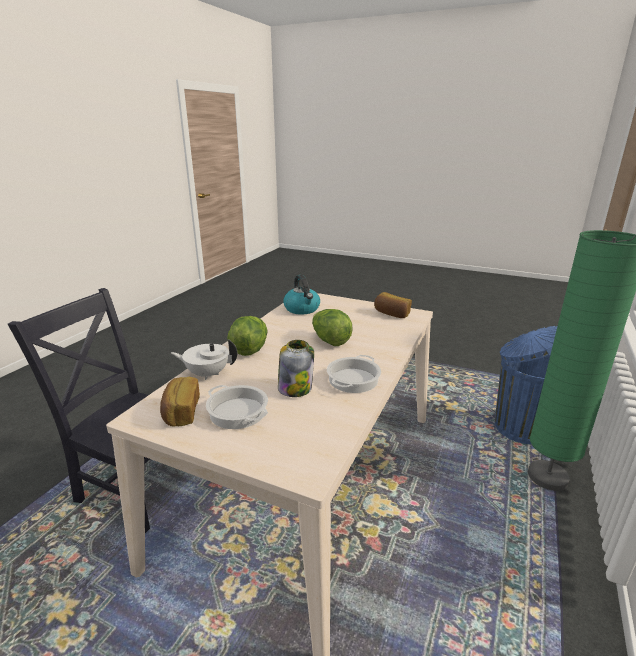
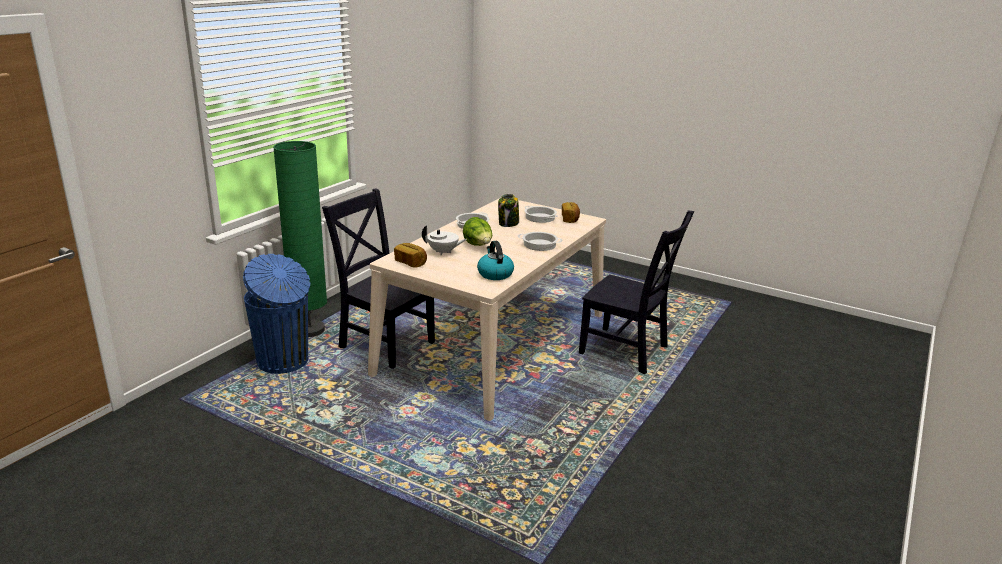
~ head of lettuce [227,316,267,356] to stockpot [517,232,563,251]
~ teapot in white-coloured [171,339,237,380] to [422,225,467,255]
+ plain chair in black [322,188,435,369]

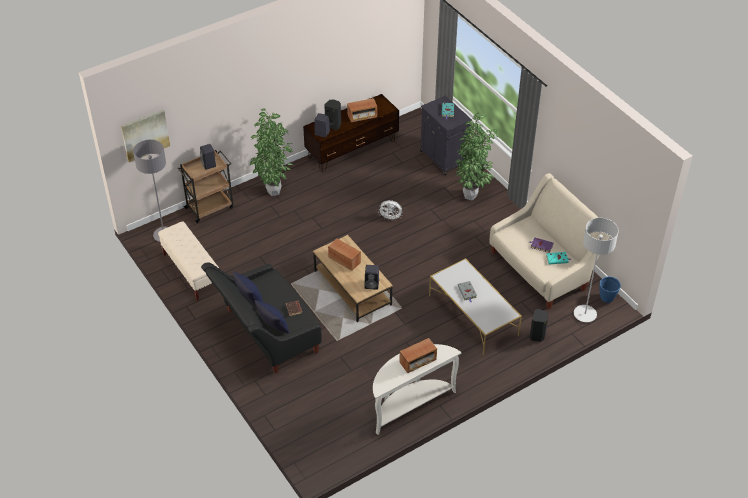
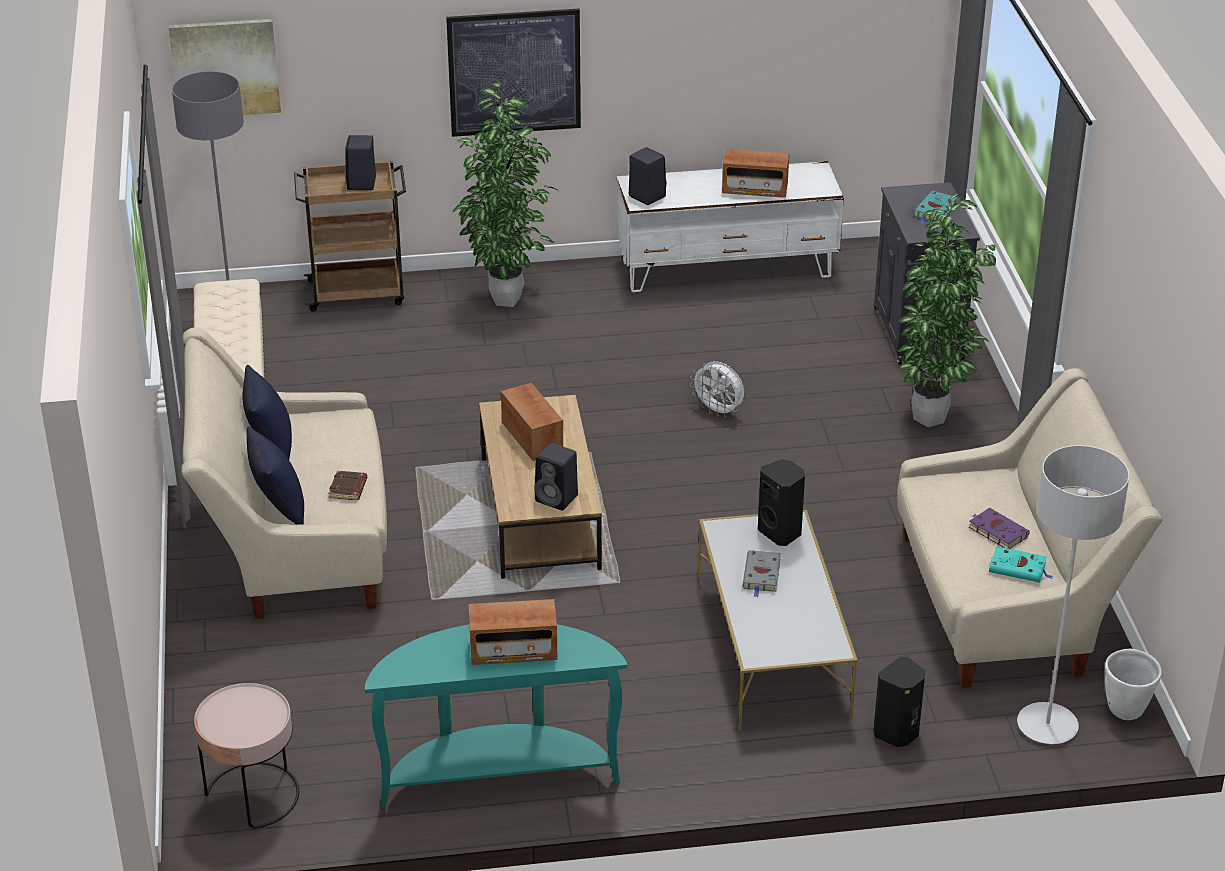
~ media console in brownish [303,94,399,172] to media console in white-coloured [617,161,844,292]
~ loudspeaker in black [324,99,341,130] to [758,459,805,546]
~ couch in black [201,262,321,374] to couch in beige-coloured [182,328,387,619]
~ flower pot in blue-coloured [599,276,621,303] to flower pot in white-coloured [1105,649,1162,720]
~ narrow table in white-coloured [373,344,461,435] to narrow table in blue-green [365,624,627,808]
+ picture [446,9,581,137]
+ accent table in pinkish [194,683,299,829]

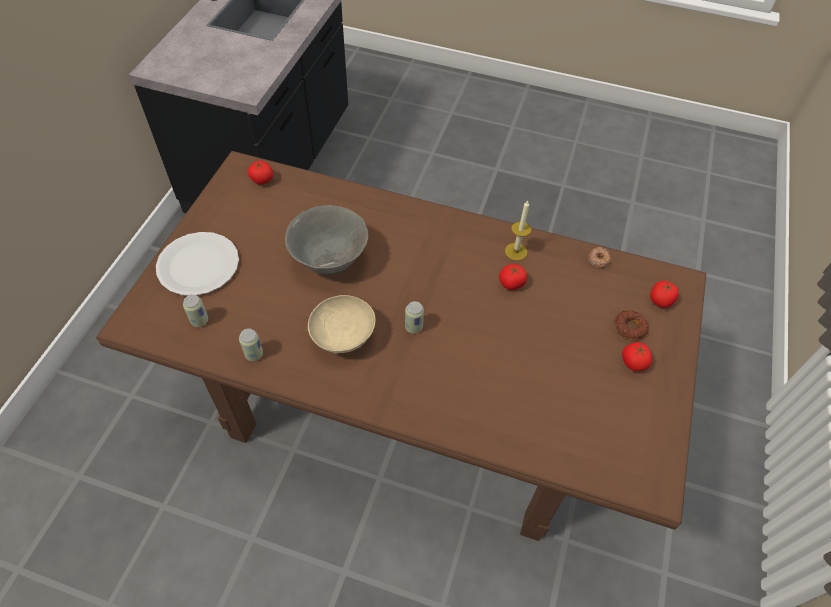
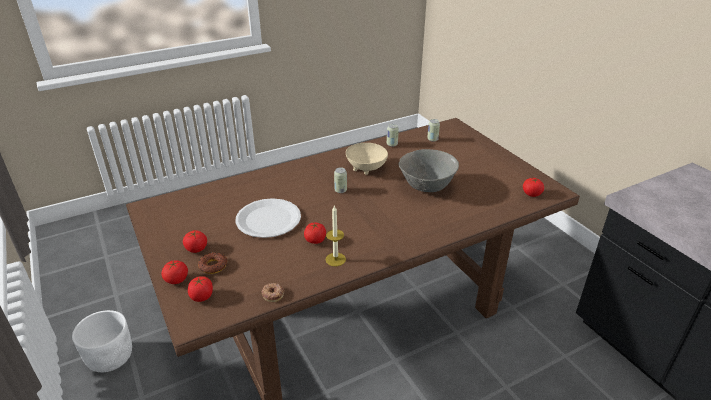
~ dinner plate in white-coloured [156,232,239,296] to [235,198,301,238]
+ fresh tomato [162,260,188,284]
+ flower pot in white-coloured [72,310,132,372]

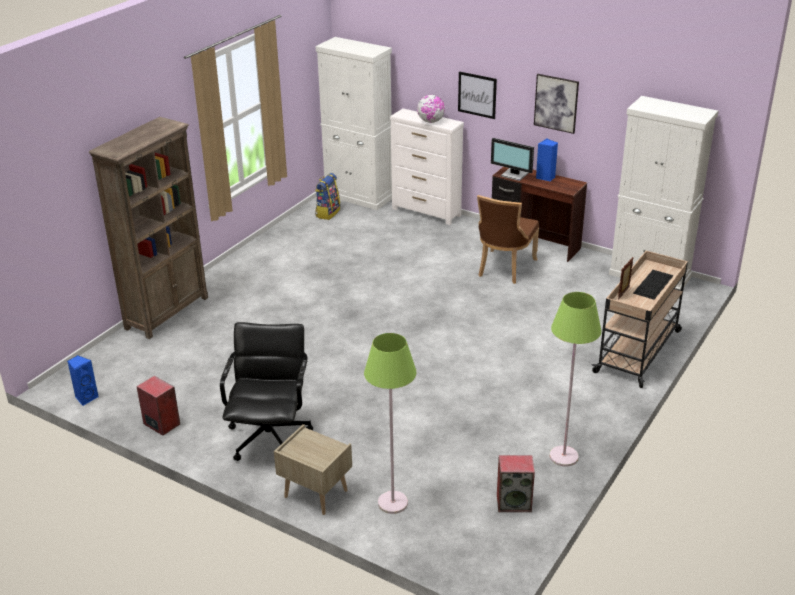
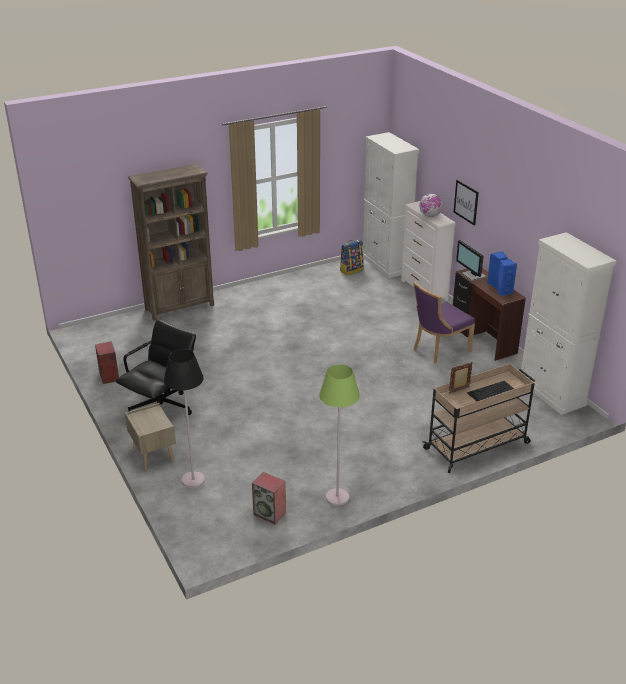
- picture [534,74,579,134]
~ plain chair in brownish [477,195,539,284] to plain chair in purplish [413,282,475,364]
~ standard lamp in greenish [364,333,417,514] to standard lamp in black [164,349,205,488]
~ loudspeaker in blue-coloured [67,355,99,406] to [497,259,517,296]

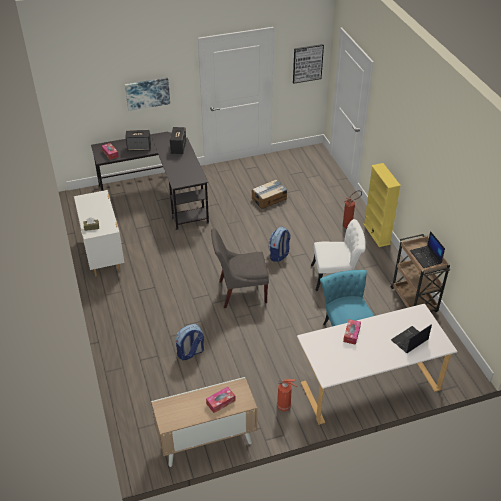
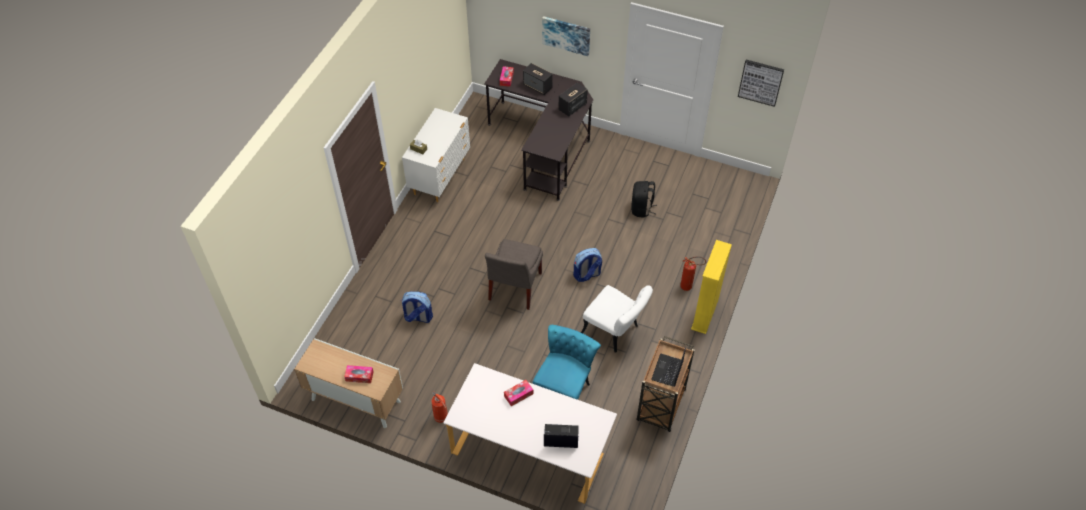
~ carton [252,179,288,209] to backpack in black [631,181,657,217]
~ plain chair in greyish [211,228,269,308] = [485,239,543,310] 105 degrees counterclockwise

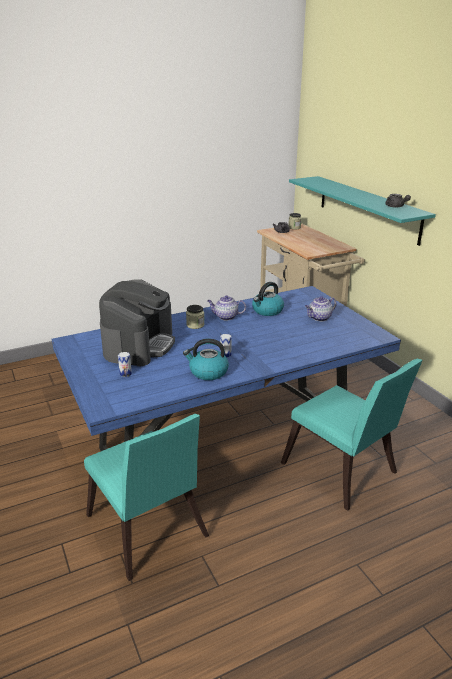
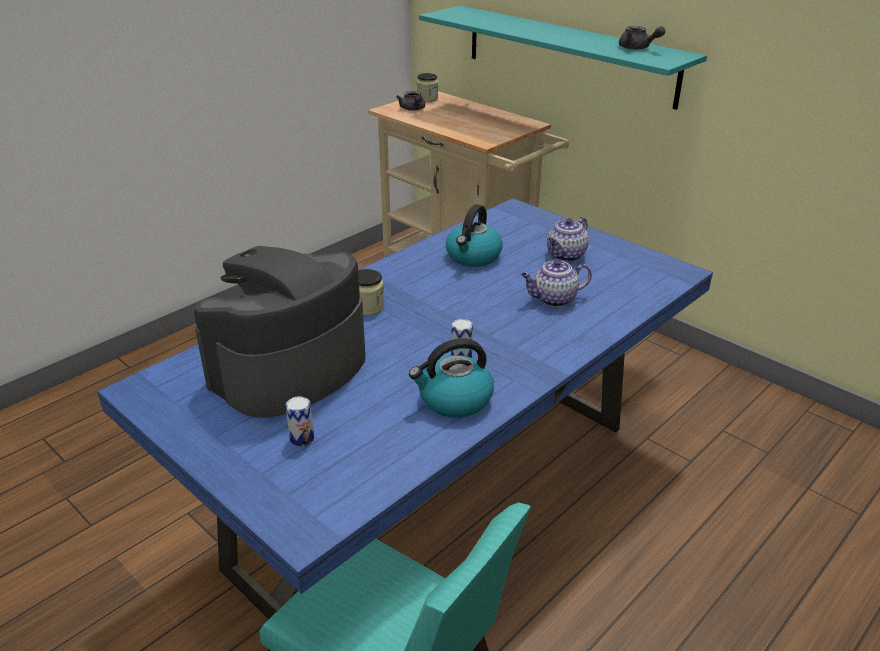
~ coffee brewer [99,279,175,366] = [194,246,366,417] 135 degrees counterclockwise
~ teapot [207,295,246,320] to [521,259,592,307]
- plain chair in blue-green [281,359,423,511]

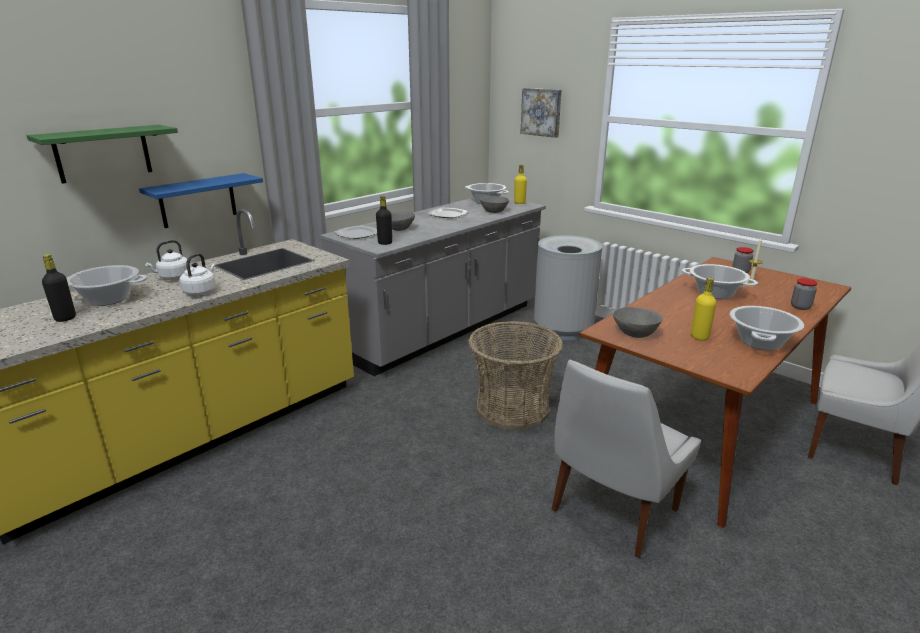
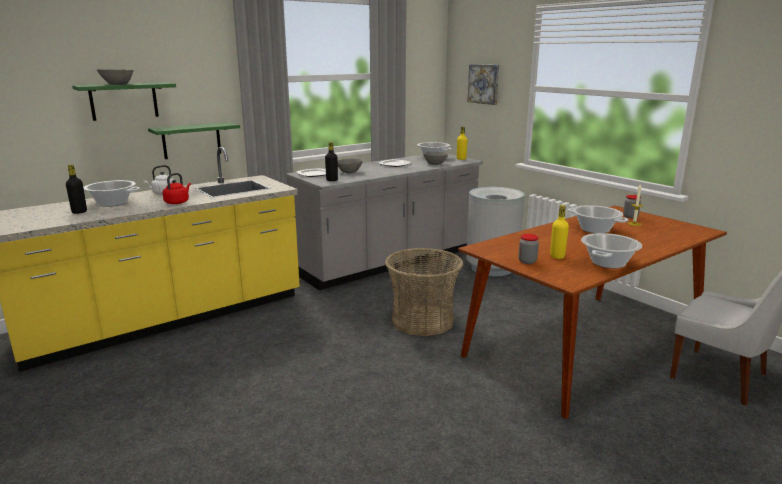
~ shelf in blue-coloured [139,173,263,228] to shelf in greenish [148,122,240,159]
~ kettle in white-coloured [179,253,216,296] to kettle in reddish [162,173,191,204]
~ preserve jar [791,278,817,310] to [518,234,539,264]
~ deep dish in greyish [613,307,663,338] to [97,69,134,85]
- plain chair in white-coloured [552,360,701,558]

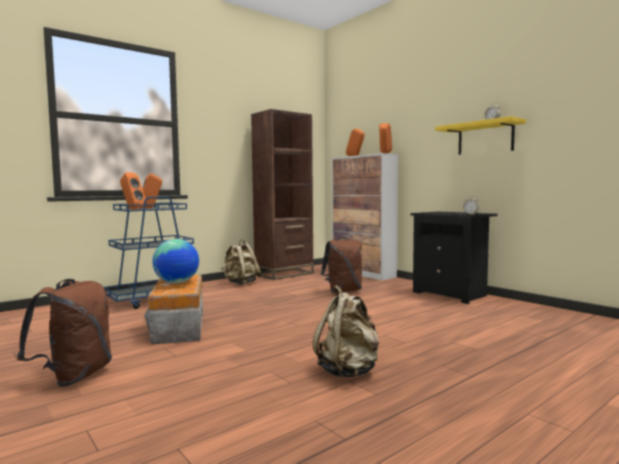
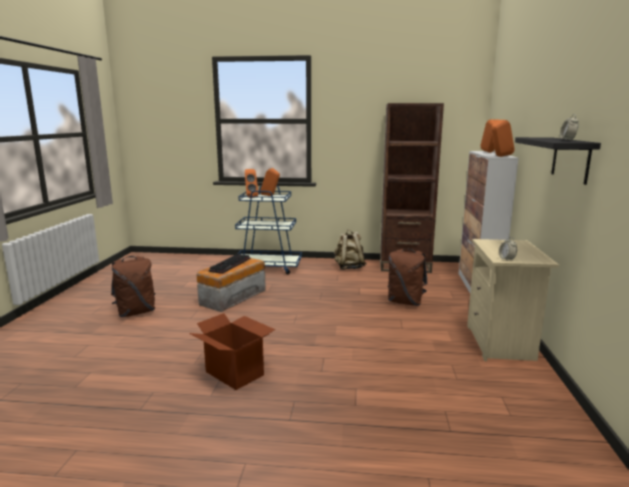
~ shelf in yellow [435,116,526,155] to shelf in black [515,137,601,185]
~ nightstand in black [411,211,498,304] to nightstand in beige-coloured [467,239,559,361]
~ world globe [152,239,199,284] to computer keyboard [209,254,250,274]
~ backpack in beige-coloured [313,285,379,377] to carton [189,313,275,390]

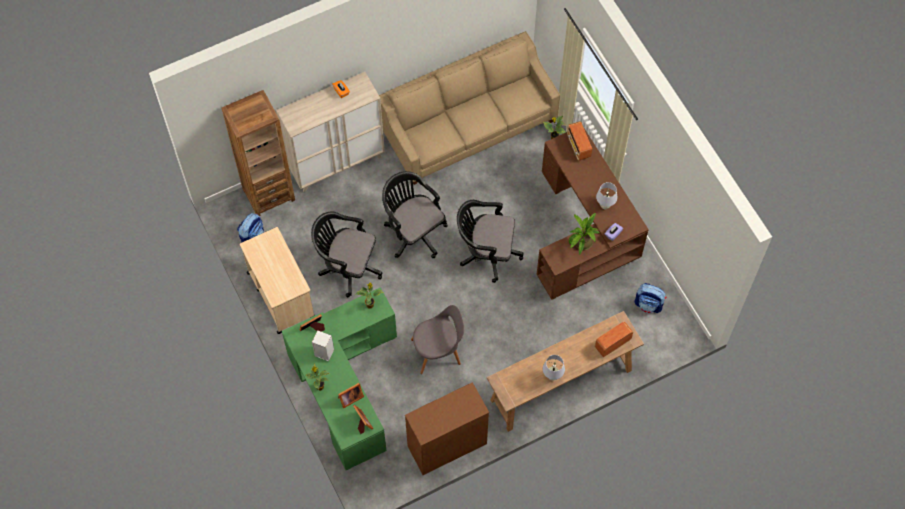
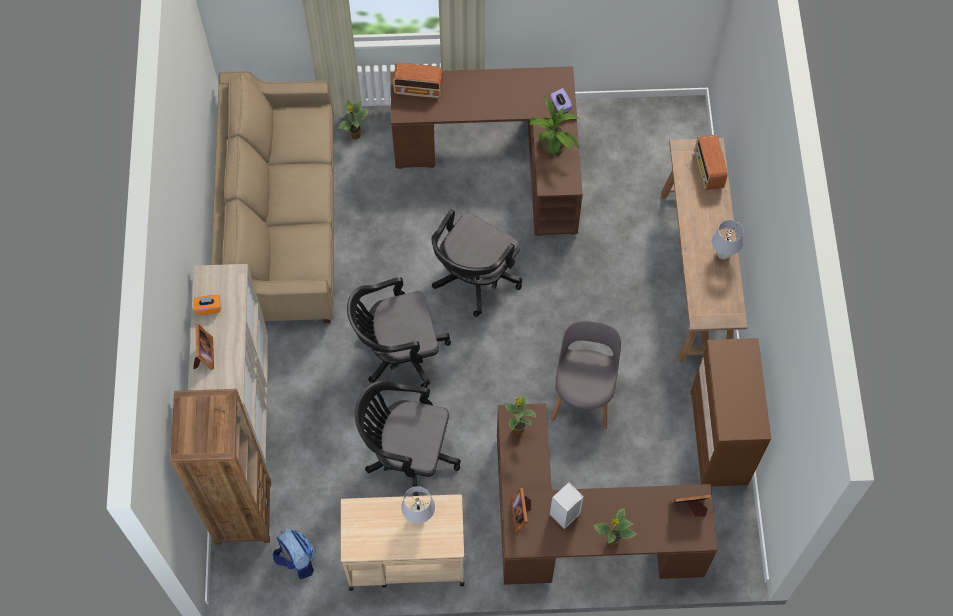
~ tabletop lamp in white-coloured [596,182,618,210] to [401,486,435,523]
~ computer chair in black [311,211,383,297] = [355,380,461,496] 60 degrees clockwise
- backpack [634,283,666,313]
~ desk in greenish [282,287,397,470] to desk in brownish [497,403,718,585]
~ photo frame [338,383,364,408] to [193,324,214,370]

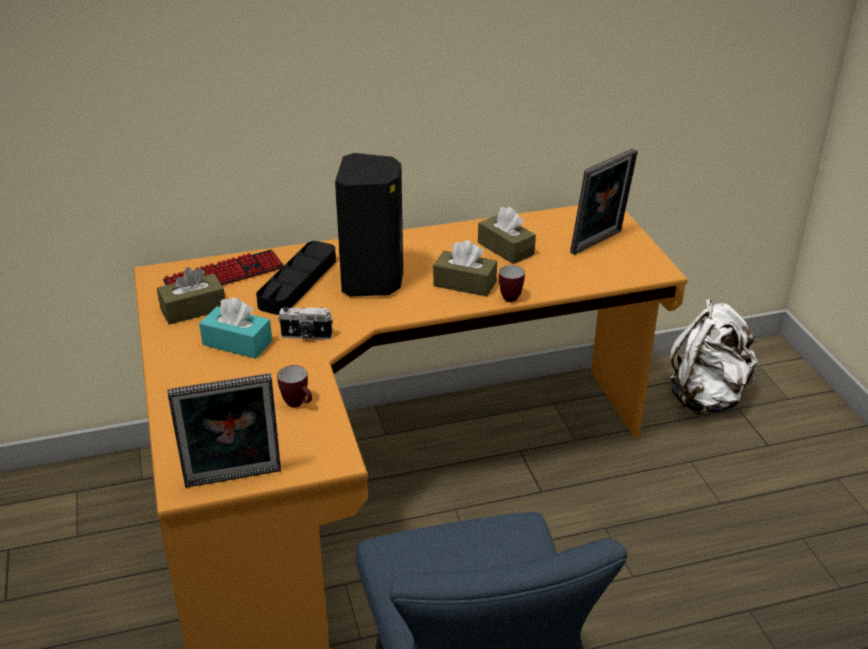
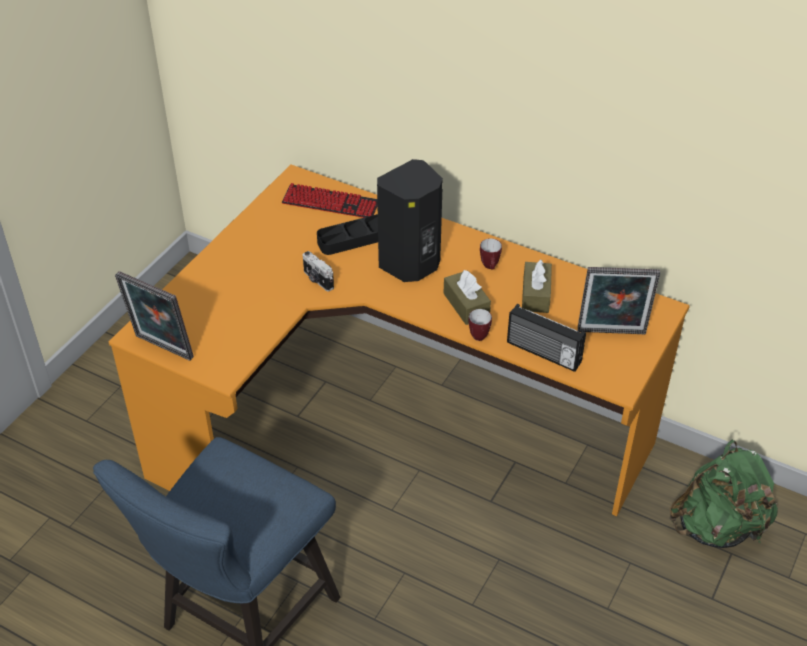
- tissue holder in brownish [157,267,225,325]
- tissue holder in blue-green [199,297,272,359]
~ backpack in white-coloured [669,299,758,415] to backpack in greenish [670,440,778,548]
~ tea mug [277,365,312,407] to [480,238,502,269]
+ radio [507,304,586,372]

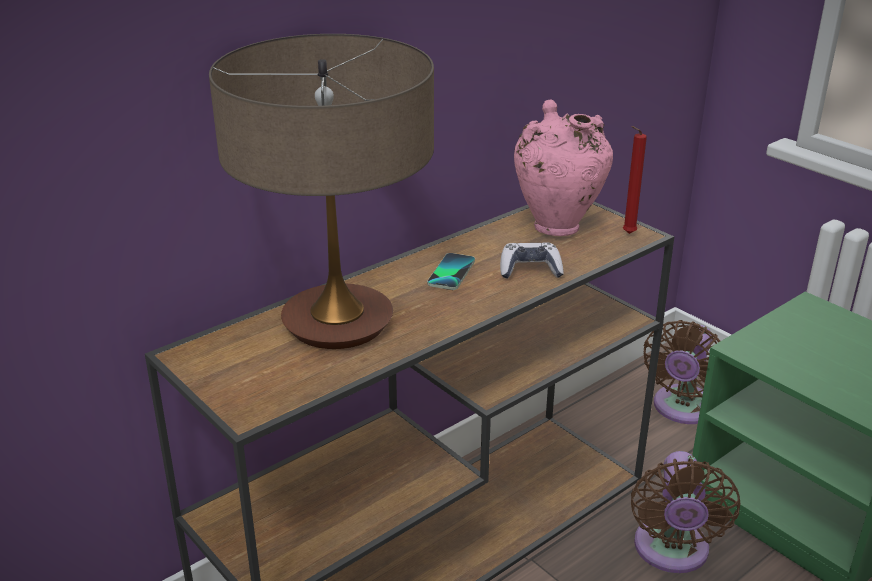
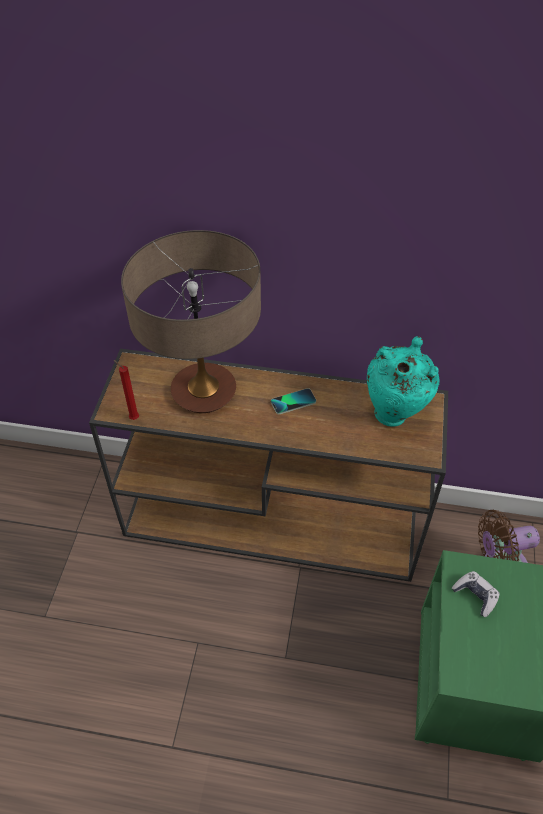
~ flower vase in pinkish [514,99,613,236] to flower vase in blue-green [367,336,440,427]
~ wax candle in reddish [623,126,647,234] to [114,360,139,420]
~ game controller [500,242,564,279] to [452,571,500,617]
- cooling fan in brownish [631,451,740,573]

